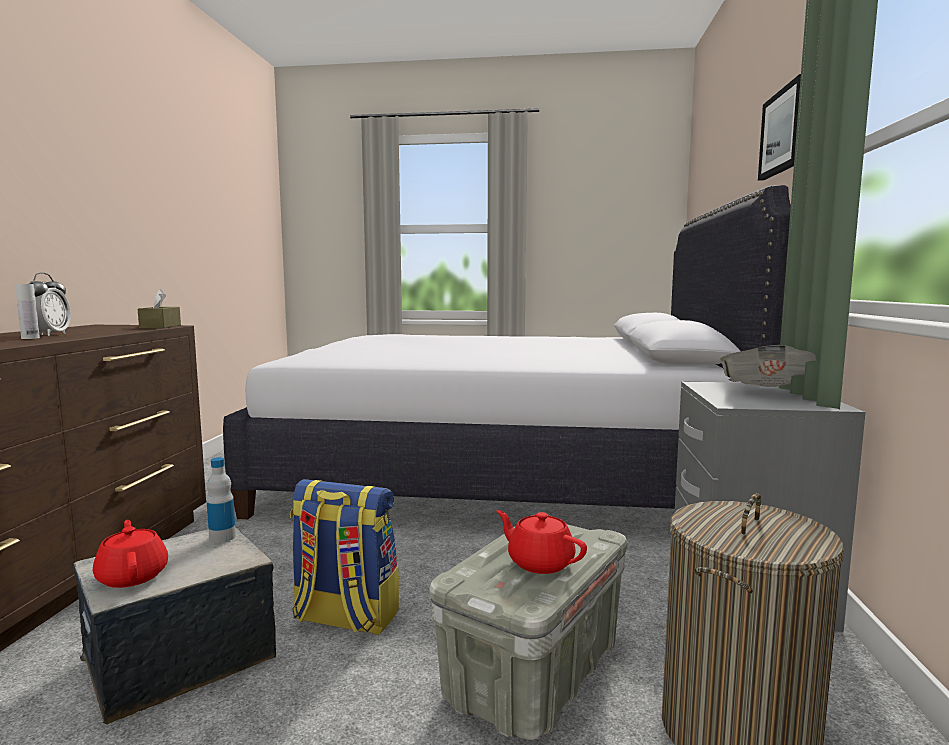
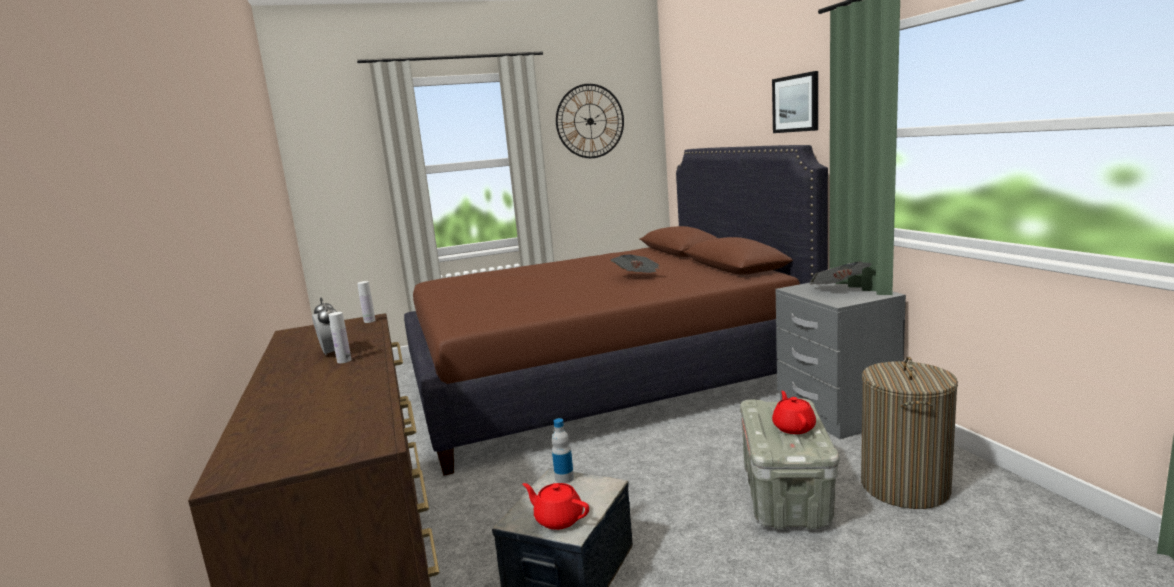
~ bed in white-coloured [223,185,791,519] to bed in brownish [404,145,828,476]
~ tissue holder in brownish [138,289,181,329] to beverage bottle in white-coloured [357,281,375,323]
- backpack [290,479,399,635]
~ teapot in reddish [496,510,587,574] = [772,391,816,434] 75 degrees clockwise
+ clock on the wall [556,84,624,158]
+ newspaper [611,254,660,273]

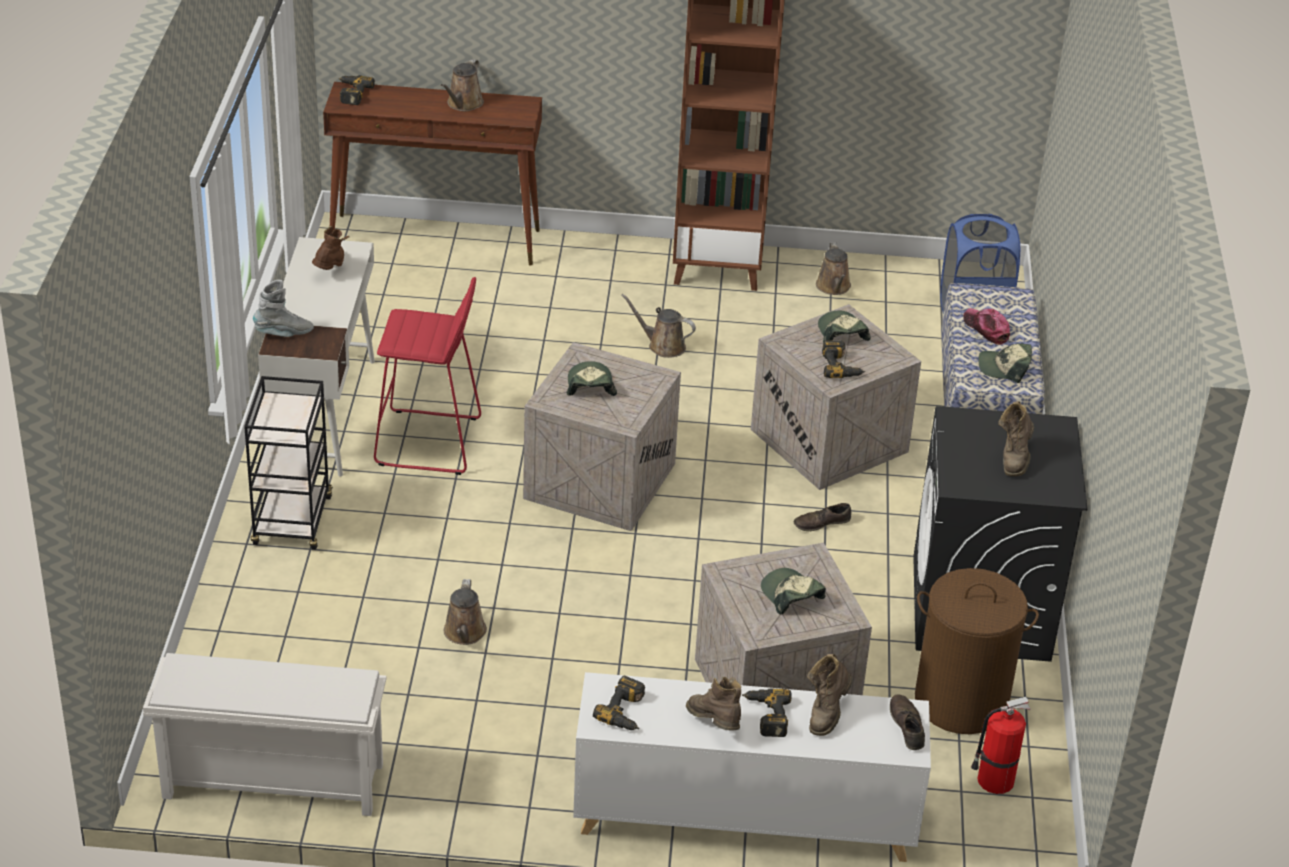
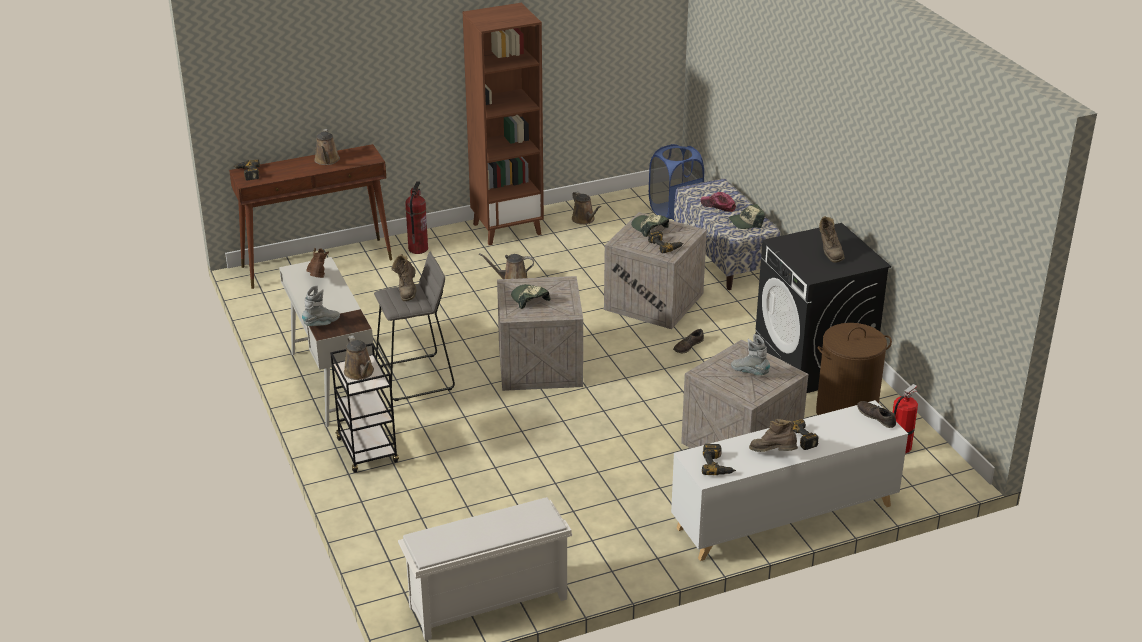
~ stool in reddish [374,277,481,475] to stool in greyish [374,252,455,401]
~ peaked cap [761,568,826,615] to tall boot in greyish [731,334,770,376]
~ sprinkling can in brownish [444,579,487,645] to [344,335,374,380]
~ tall boot in brownish [807,654,853,736] to [391,254,416,301]
+ extinguisher [405,181,428,254]

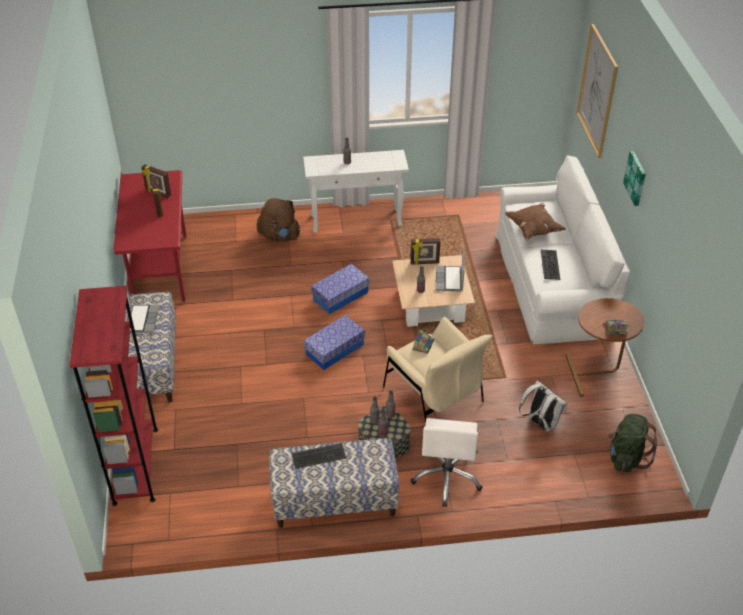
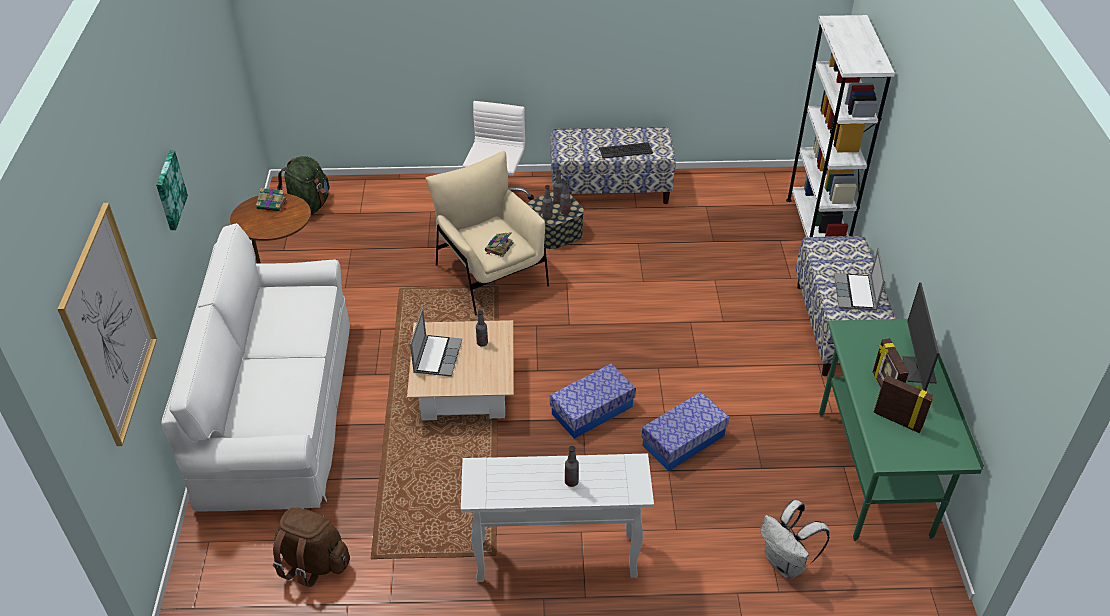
~ desk in reddish [114,170,187,303] to desk in greenish [819,319,984,541]
~ backpack in brownish [257,198,300,242] to [273,508,350,587]
- throw pillow in brownish [505,203,566,241]
- photo frame [410,238,440,265]
- computer keyboard [541,250,560,280]
~ bookshelf in reddish [70,286,158,506] to bookshelf in white-coloured [786,15,895,238]
~ storage container [304,315,365,370] to [641,392,729,471]
~ backpack in white-coloured [519,381,567,431] to [760,500,830,578]
+ monitor [903,282,939,391]

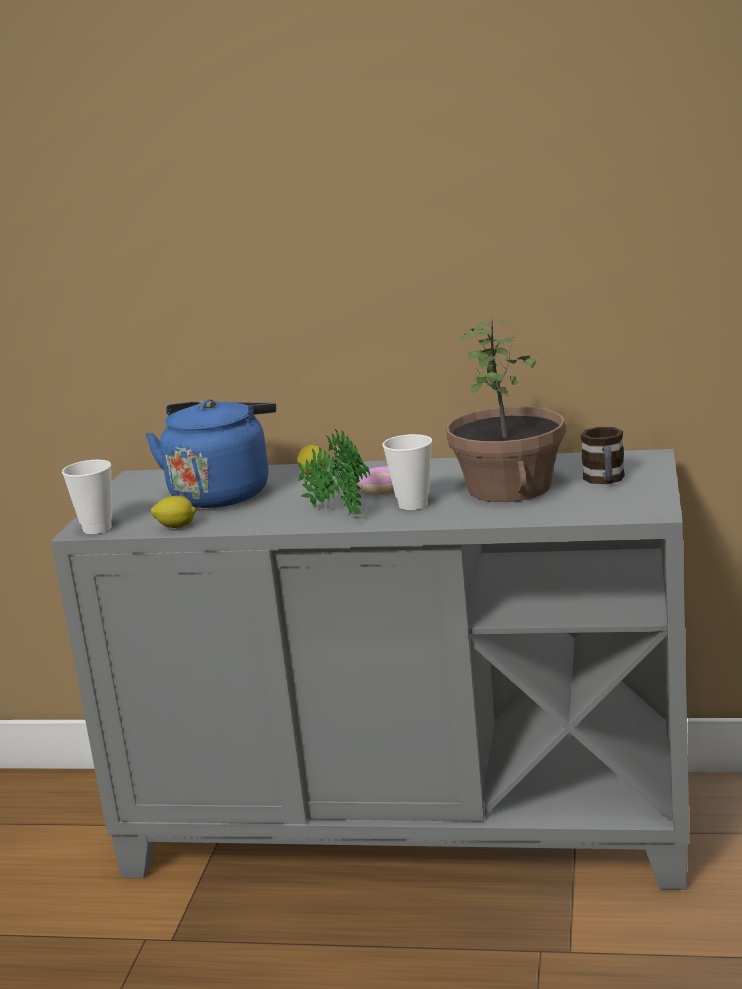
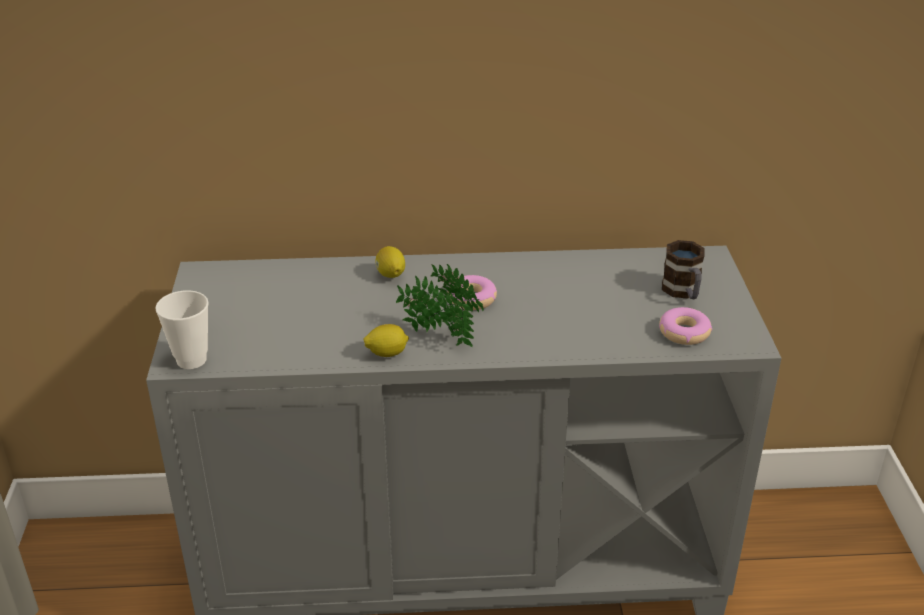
- houseplant [446,318,565,502]
- kettle in blue-coloured [145,399,276,508]
- drinking cup [383,434,432,510]
~ lemon [151,496,196,528] to [364,324,409,357]
+ ring doughnut [659,307,712,345]

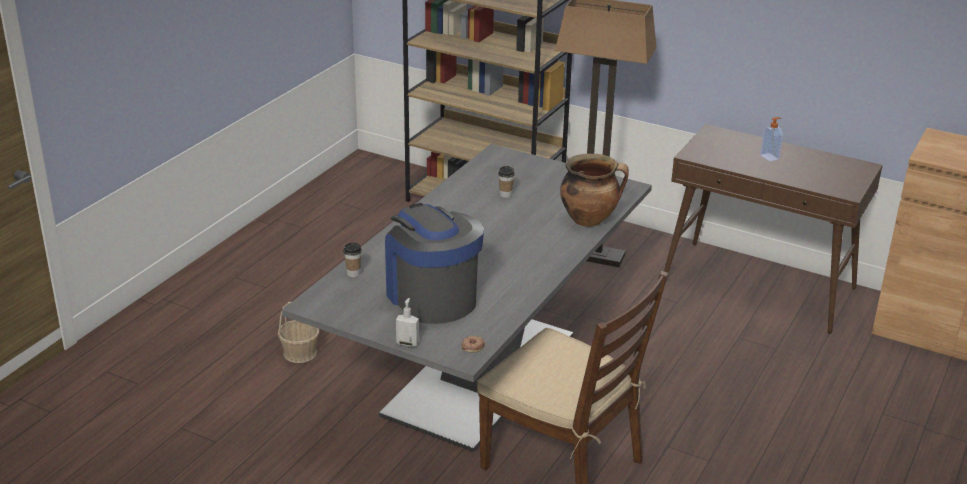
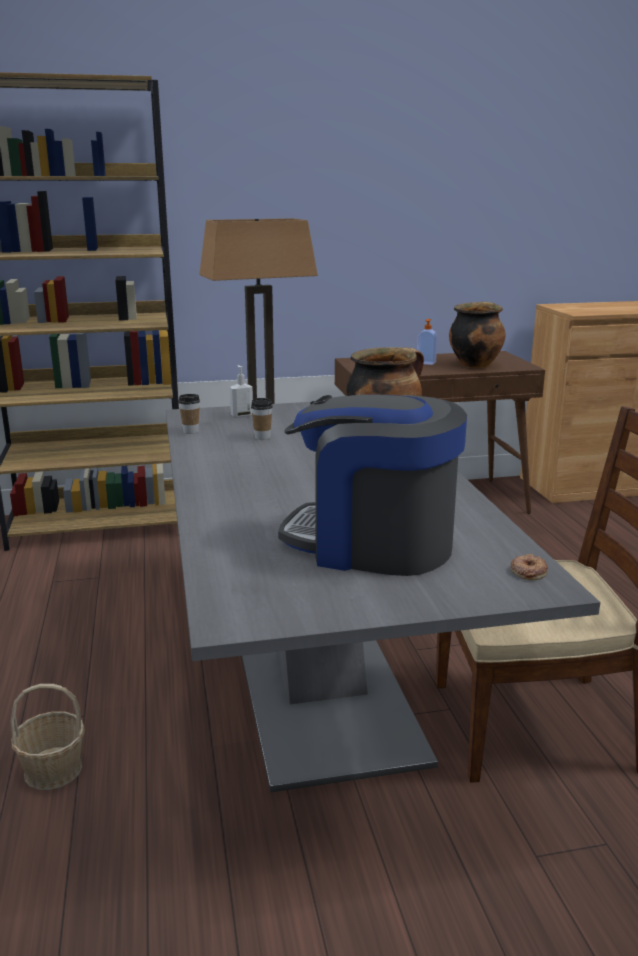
~ drinking cup [343,243,362,277] to [178,394,200,434]
~ soap dispenser [396,298,419,347] to [230,365,253,418]
+ stockpot [449,302,505,368]

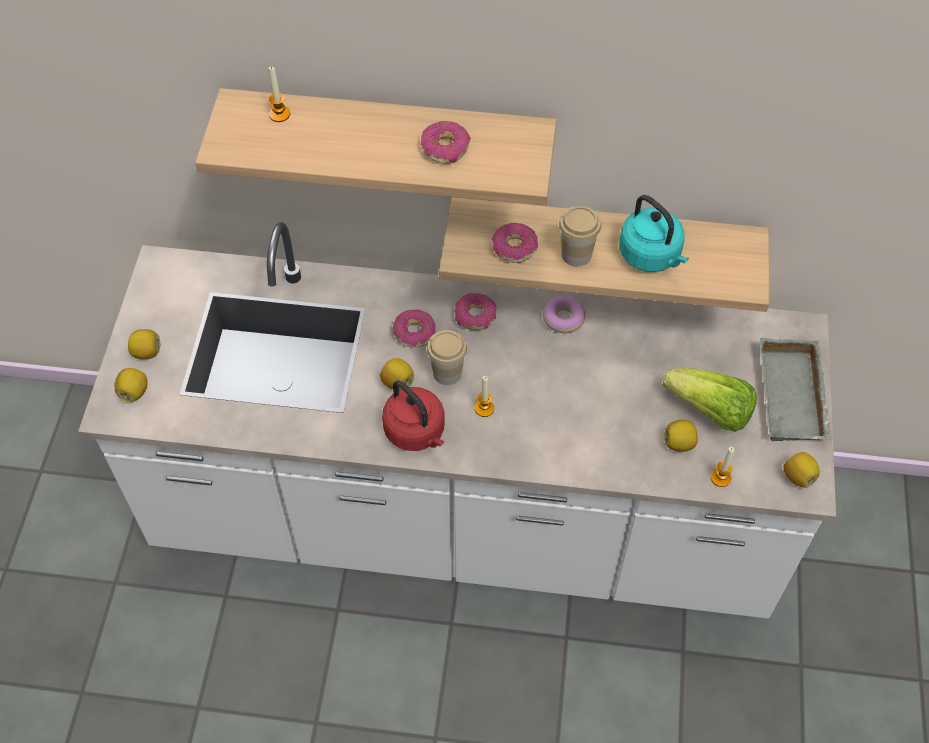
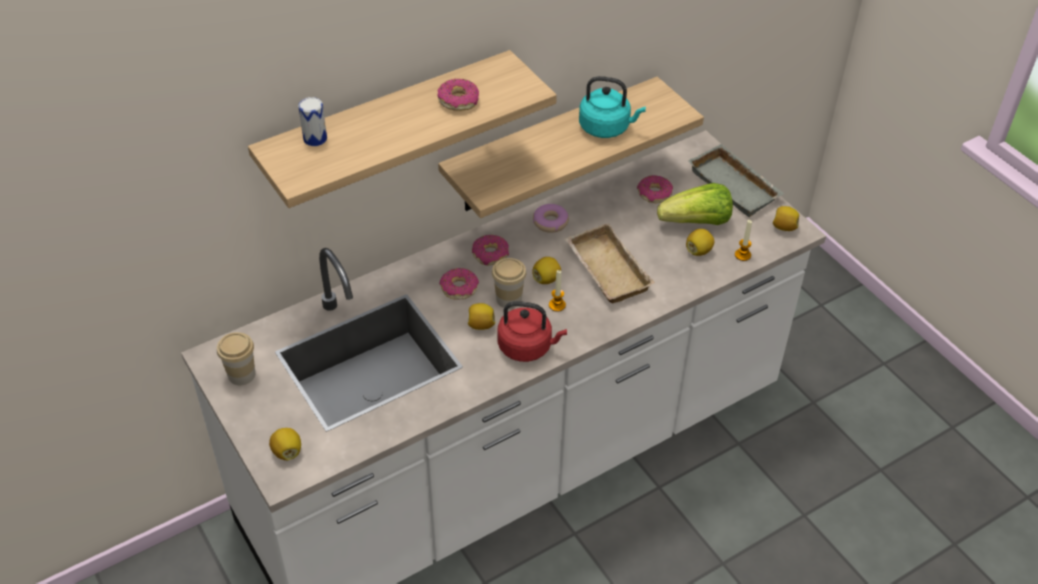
~ wax candle [268,66,290,122] to can [298,97,327,146]
~ drinking cup [559,206,601,267] to [217,332,255,385]
~ ring doughnut [492,223,538,263] to [637,175,673,203]
~ lemon [128,329,160,360] to [532,257,561,284]
+ carrying tray in beige-coloured [565,223,655,303]

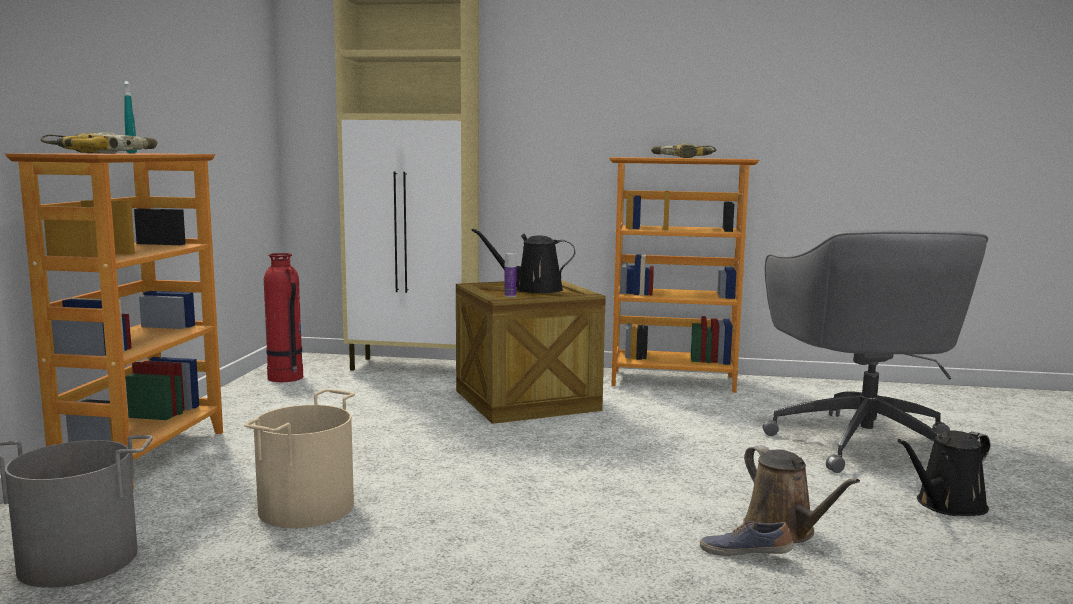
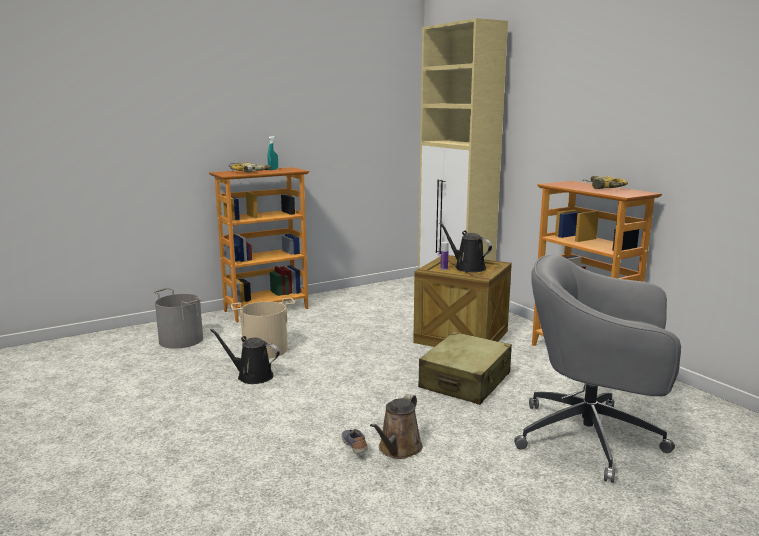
~ computer chair in greyish [762,230,988,473] = [514,254,681,483] 60 degrees clockwise
- extinguisher [264,253,303,382]
~ sprinkling can in black [897,431,991,516] to [210,329,279,384]
+ suitcase in beige-coloured [418,332,512,405]

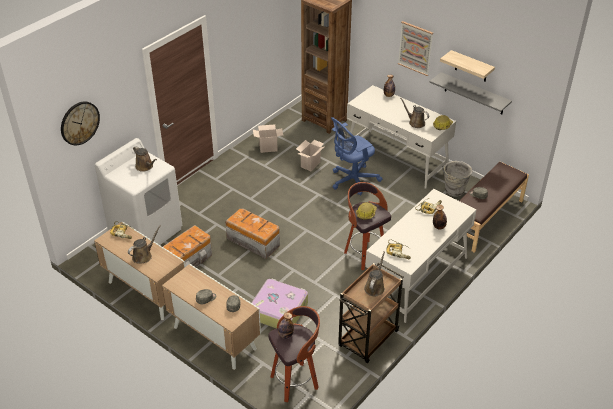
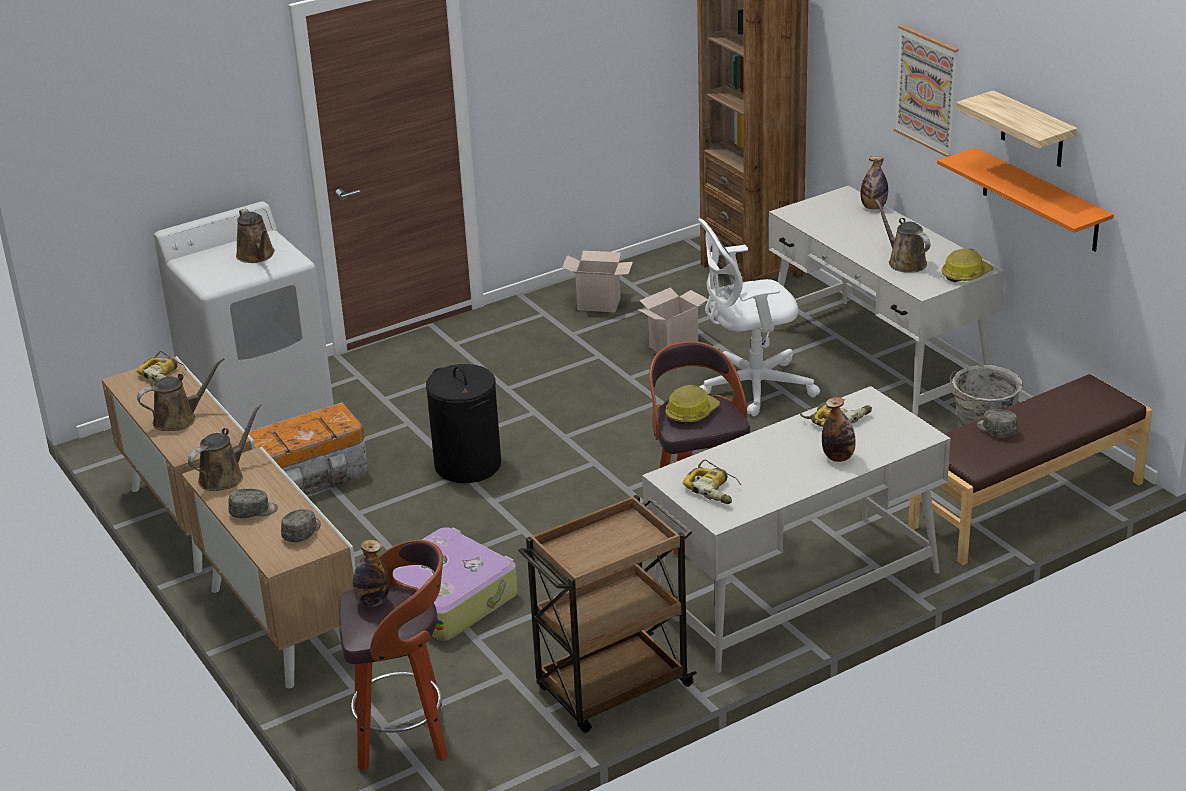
~ shelf in greyish [429,72,512,115] to shelf in orangey [937,147,1114,252]
- clock on the wall [61,102,100,145]
~ computer chair in blue-coloured [331,117,383,195] to computer chair in white-coloured [698,218,820,416]
~ storage container [225,209,280,259] to hamper in black [426,364,501,483]
~ sprinkling can in brownish [364,251,385,296] to [188,404,262,491]

